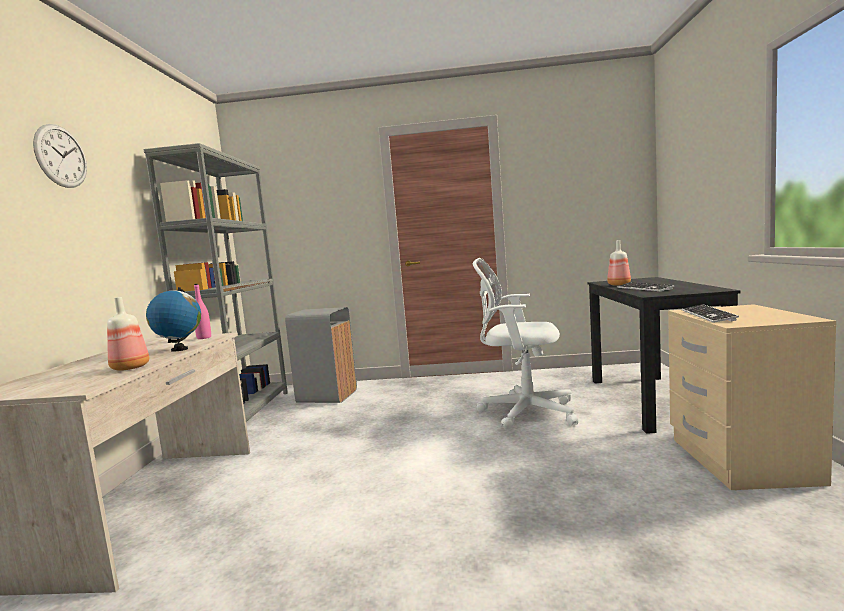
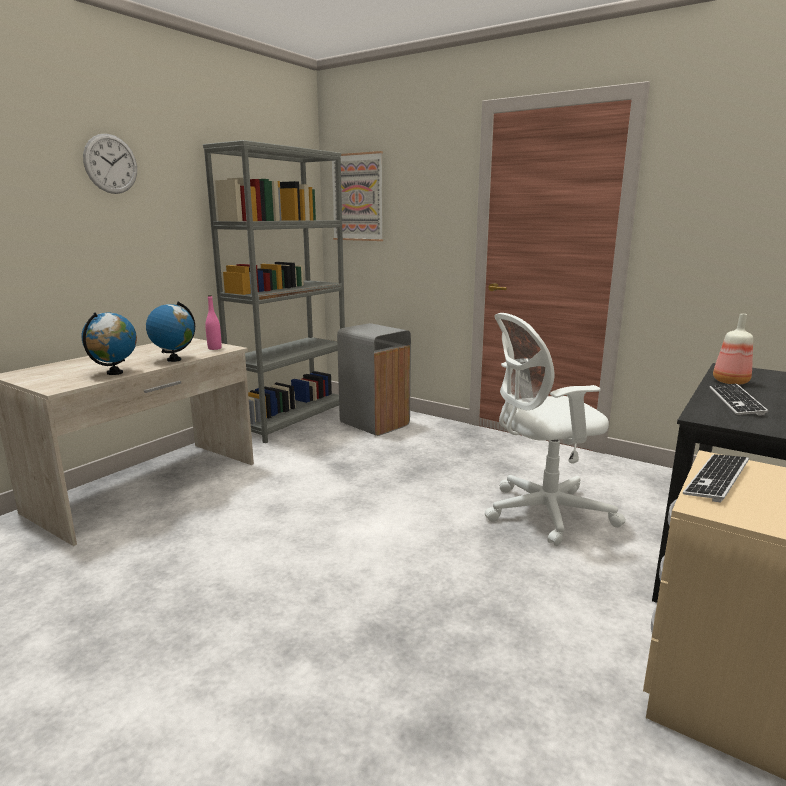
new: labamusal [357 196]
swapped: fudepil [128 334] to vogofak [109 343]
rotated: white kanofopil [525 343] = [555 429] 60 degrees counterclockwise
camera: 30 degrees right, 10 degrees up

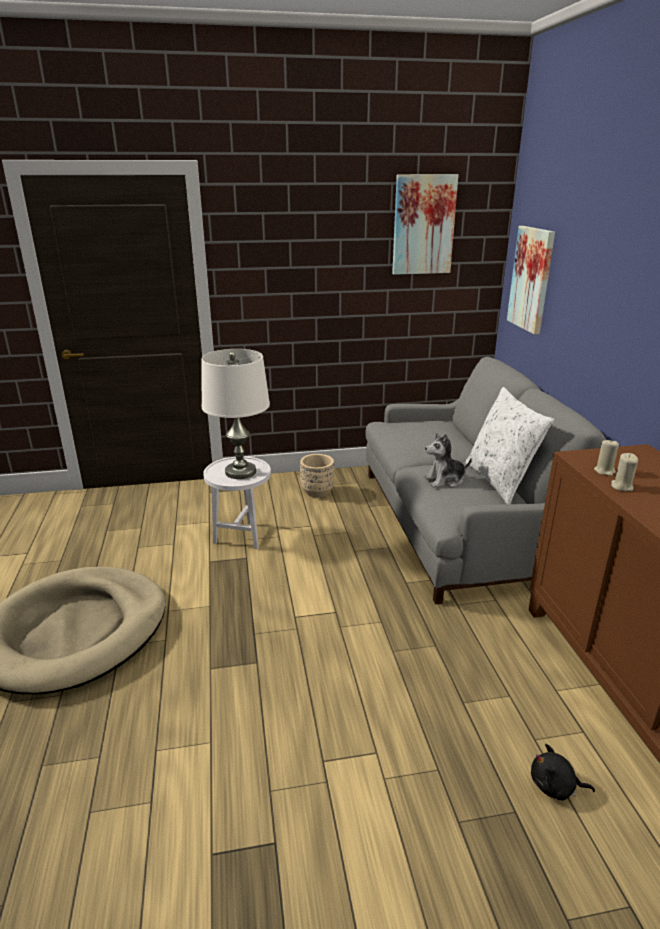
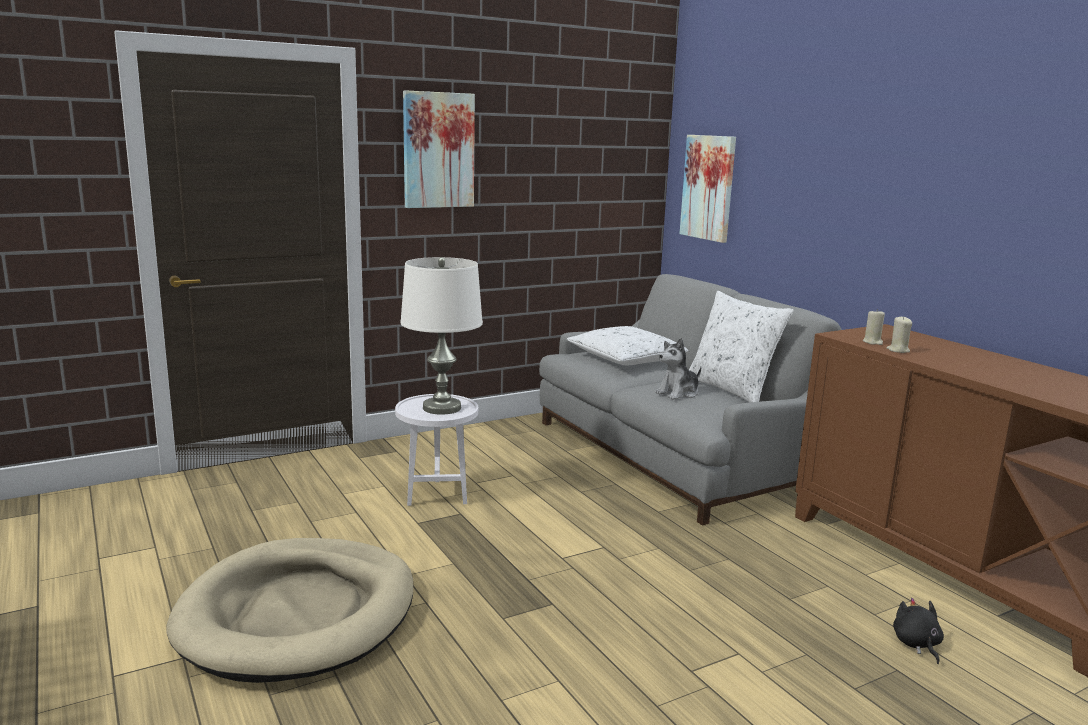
gone: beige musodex [317 476]
new: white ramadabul [627 345]
shifted: labamusal [425 224] to [439 149]
rotated: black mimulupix [563 772] = [918 631] 90 degrees clockwise
camera: 20 degrees left, 10 degrees down

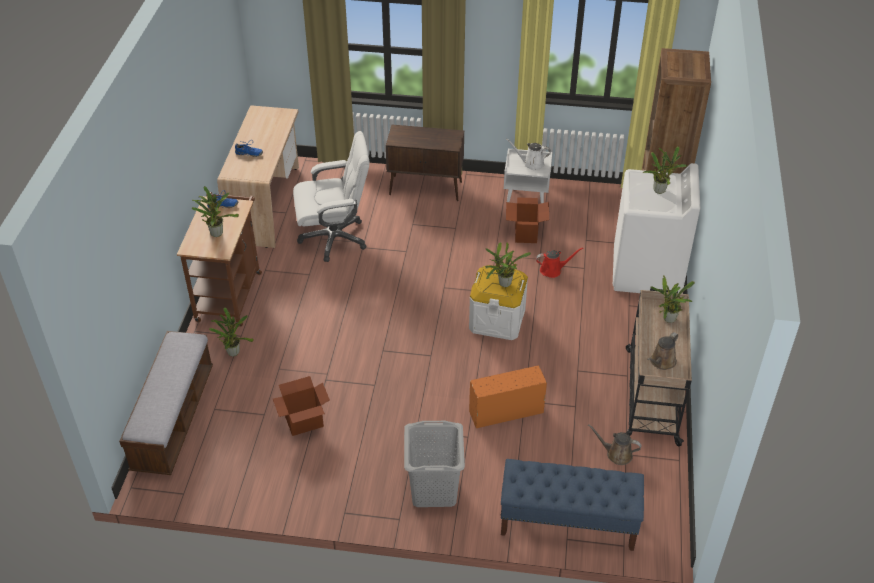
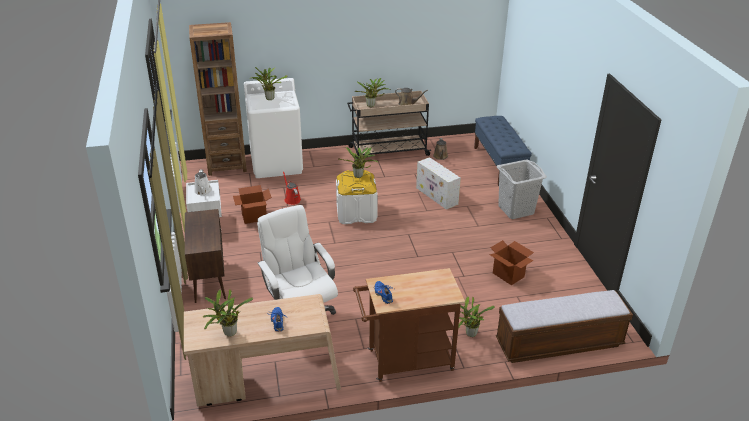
shifted: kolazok [215 211] to [228 313]
repainted: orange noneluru [508 397] to white noneluru [438 183]
camera: 110 degrees left, 10 degrees down

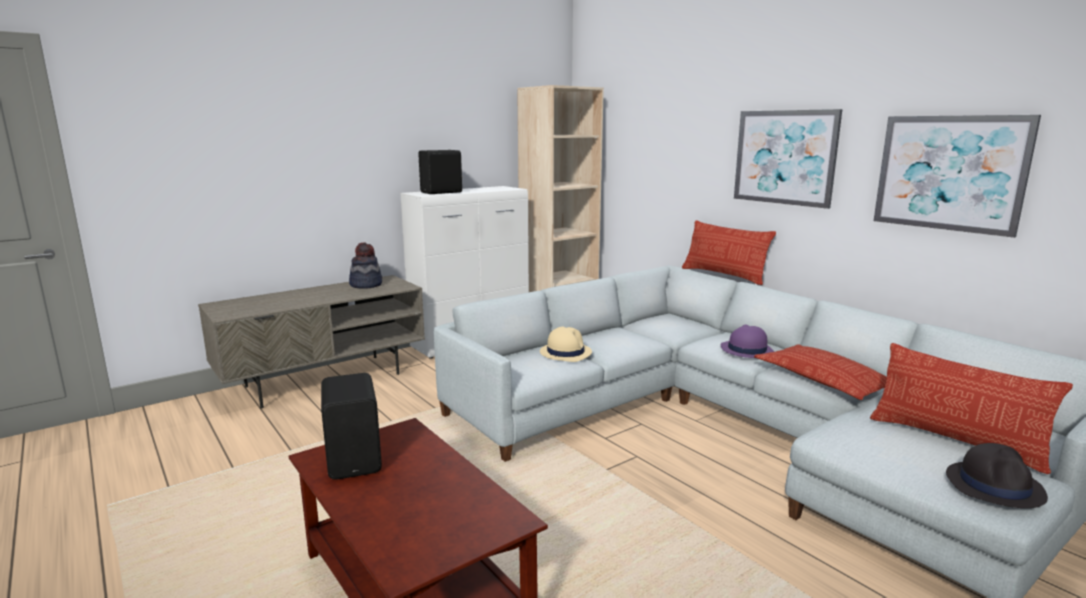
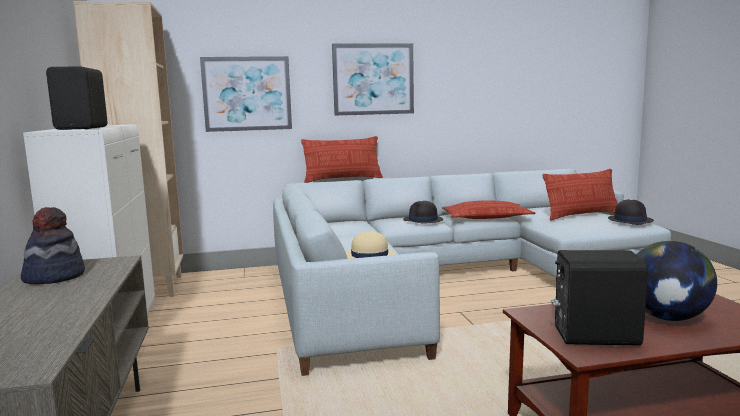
new: vogofak [676 281]
shifted: labamusal [957 176] to [246 94]
repainted: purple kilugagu [748 341] to black kilugagu [423 212]
camera: 65 degrees left, 5 degrees down

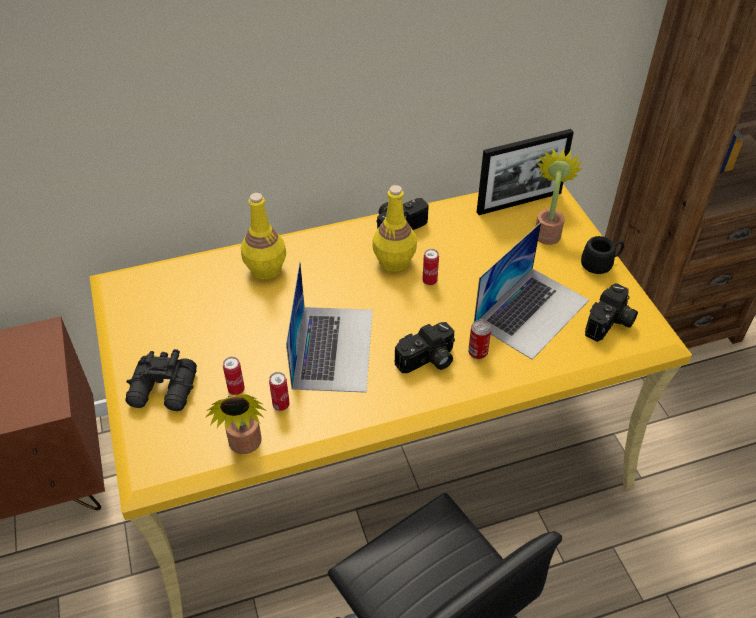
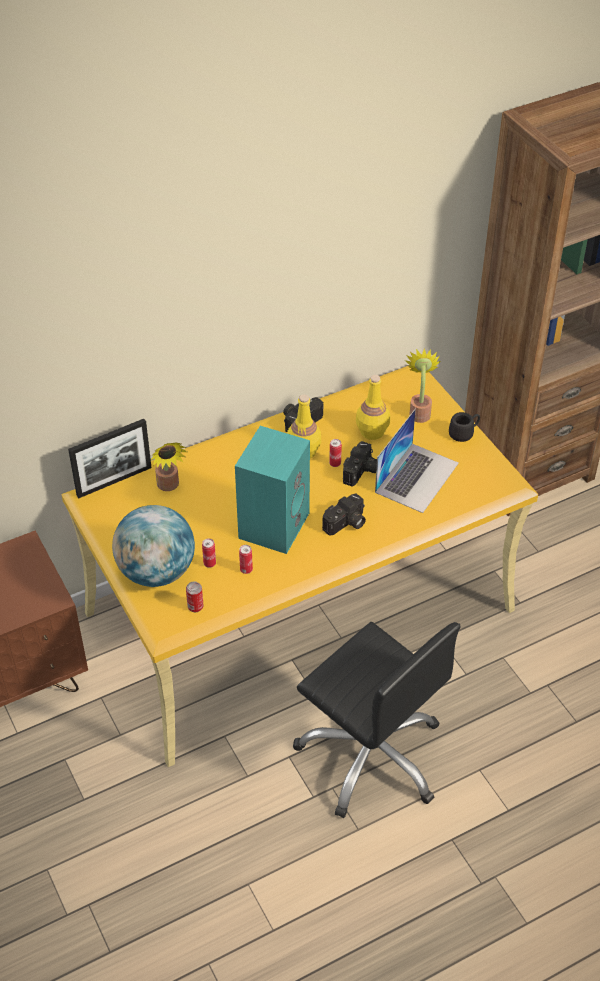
shifted: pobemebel [525 172] to [110 458]; yellow fudepil [263 236] to [373 407]; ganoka [611 312] to [360 464]; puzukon [479 339] to [194 596]; kolazok [235 424] to [169 466]
swapped: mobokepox [329 327] to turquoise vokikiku [272 490]; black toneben [161 380] to vogofak [153 546]
camera: 10 degrees left, 0 degrees up

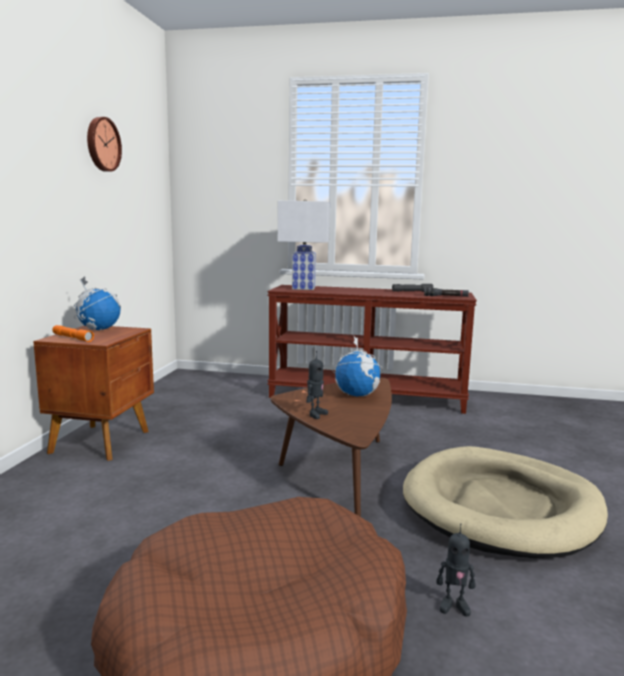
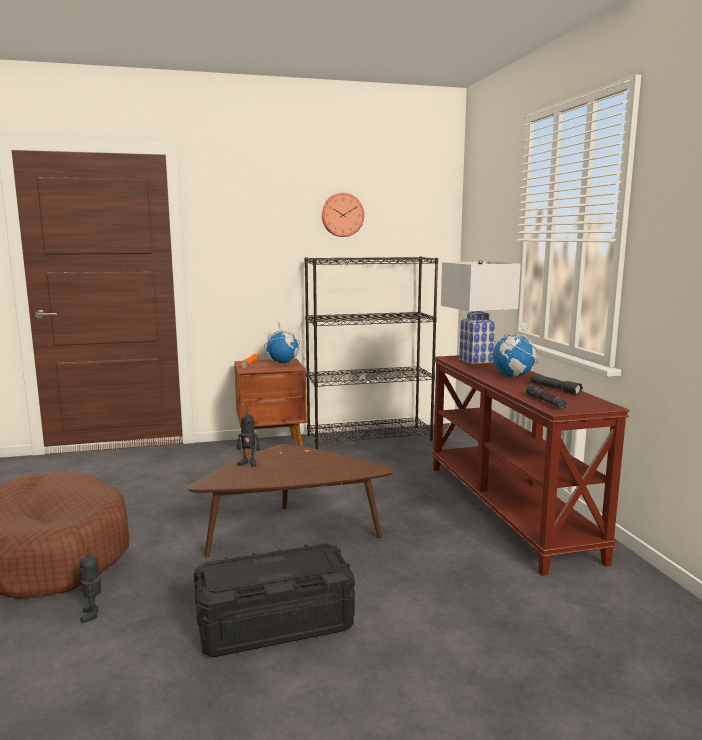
new: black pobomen [371 352]
shifted: vogofak [357 366] to [515 349]
swapped: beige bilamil [505 502] to black noneluru [274 600]
camera: 65 degrees right, 0 degrees up

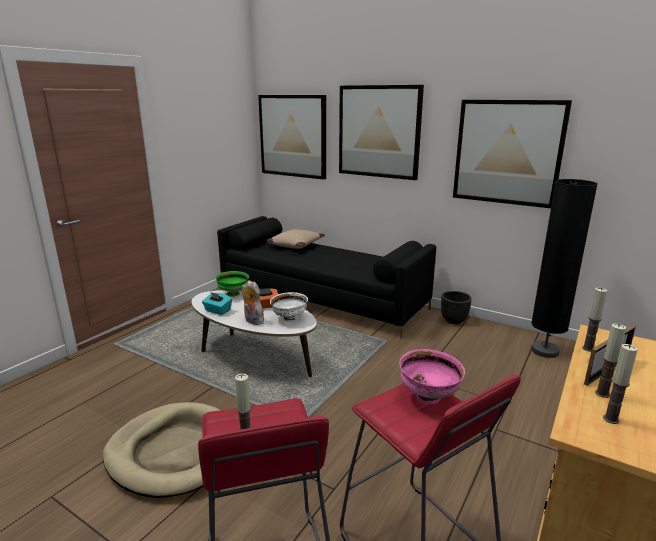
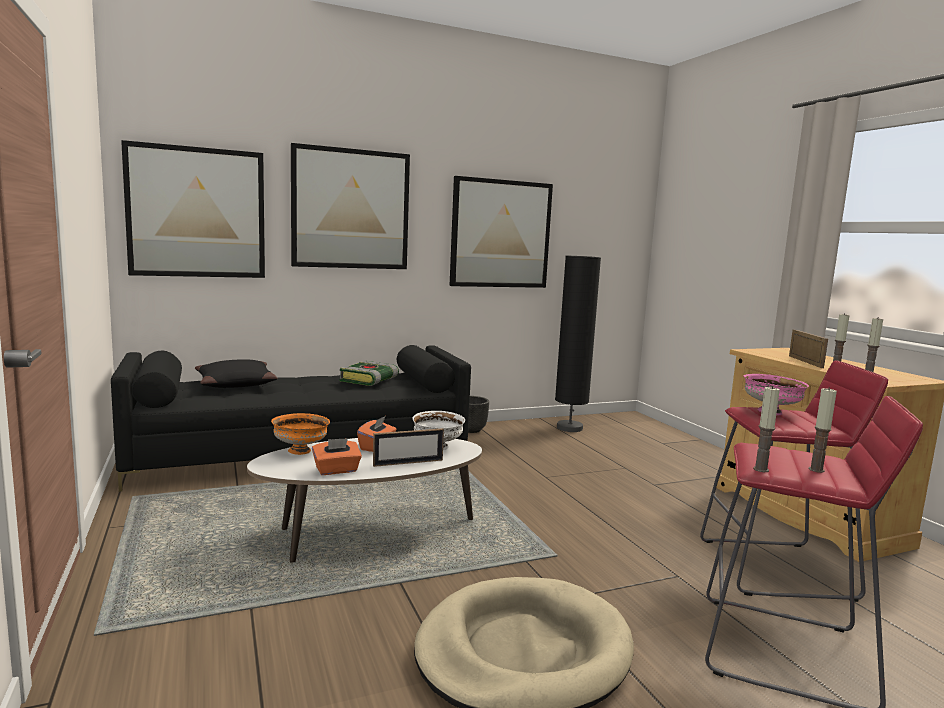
new: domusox [369 373]
shifted: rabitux [594 320] to [766 429]
swapped: mimulupix [253 302] to pobemebel [408 447]
repainted: beige ramadabul [295 239] to black ramadabul [236 373]; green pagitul [232 284] to orange pagitul [300 434]; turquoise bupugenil [217 303] to orange bupugenil [337 456]
camera: 55 degrees left, 10 degrees down

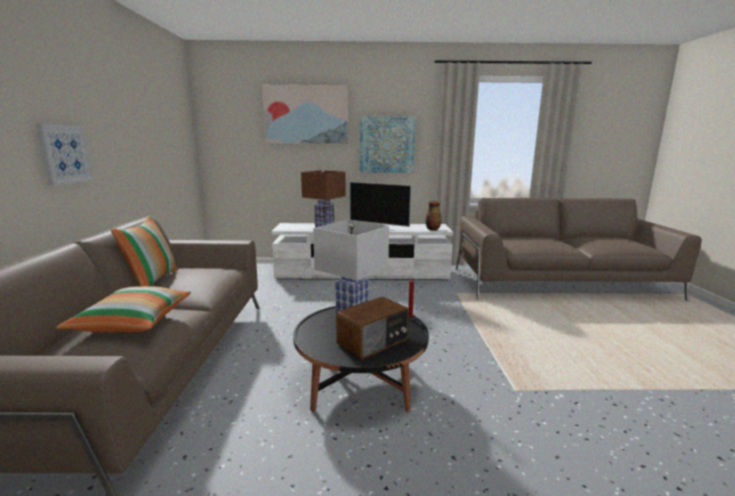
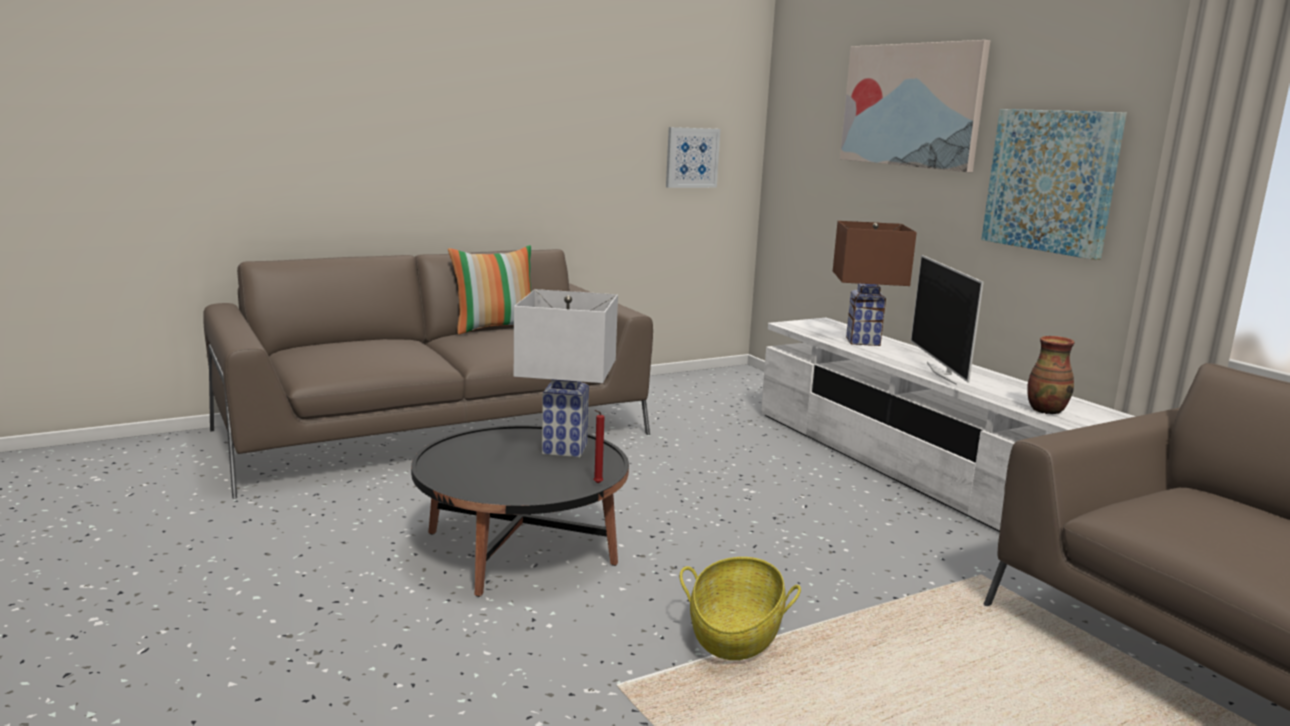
gone: ramadabul [123 309]; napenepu [372 328]
new: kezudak [740 608]
shifted: labamusal [64 155] to [693 157]
camera: 60 degrees right, 0 degrees up

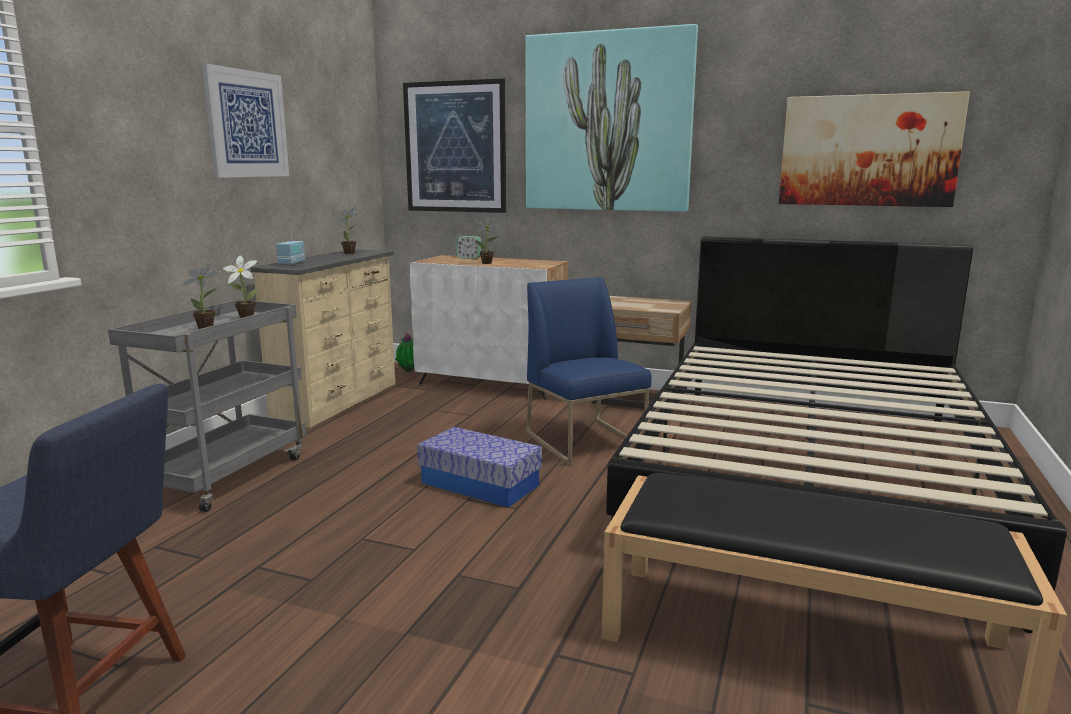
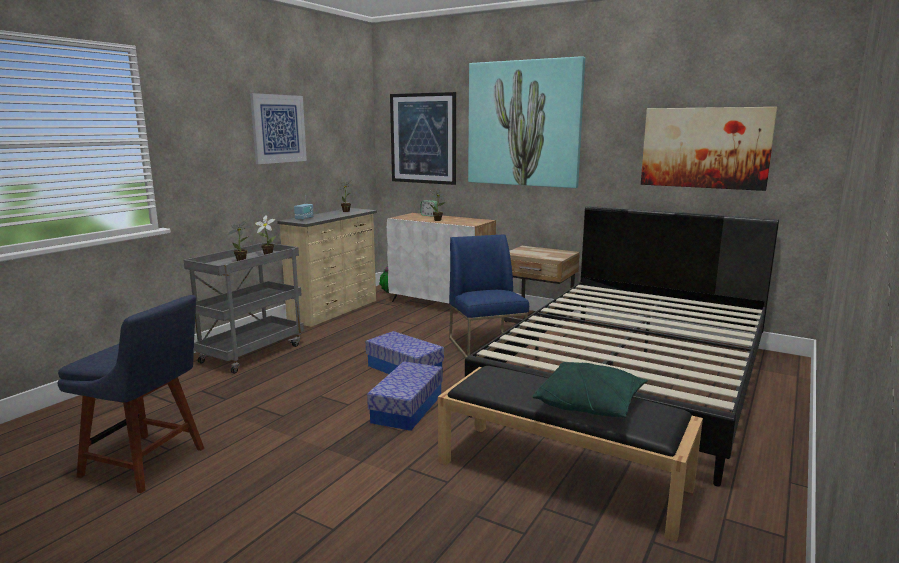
new: noneluru [405 396]; green ramadabul [590 390]
camera: 10 degrees right, 0 degrees up

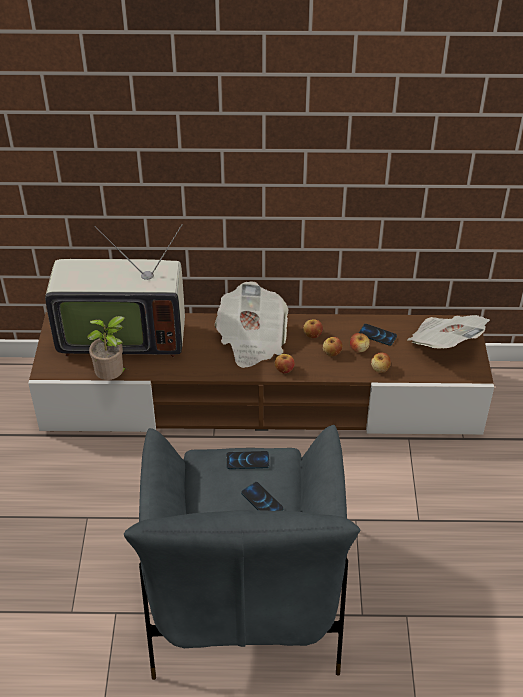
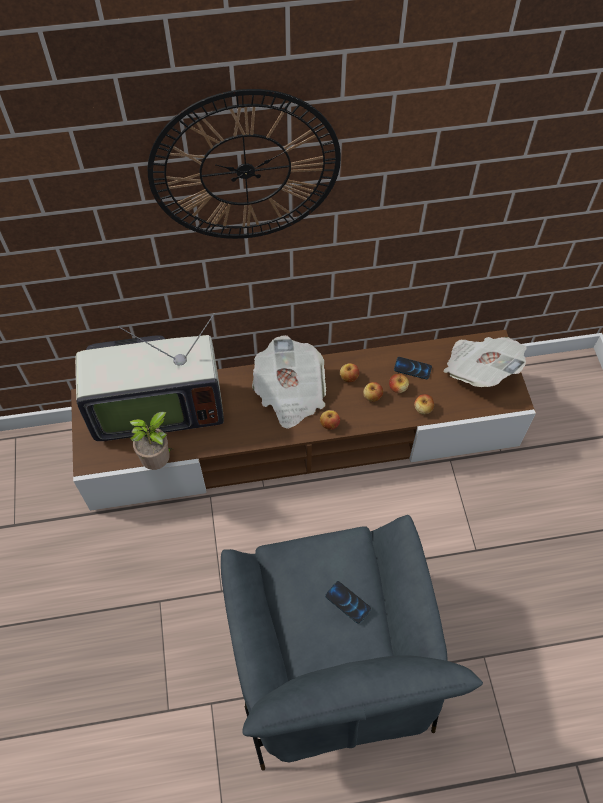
gone: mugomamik [247 460]
new: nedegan [244 164]
camera: 10 degrees left, 15 degrees up

